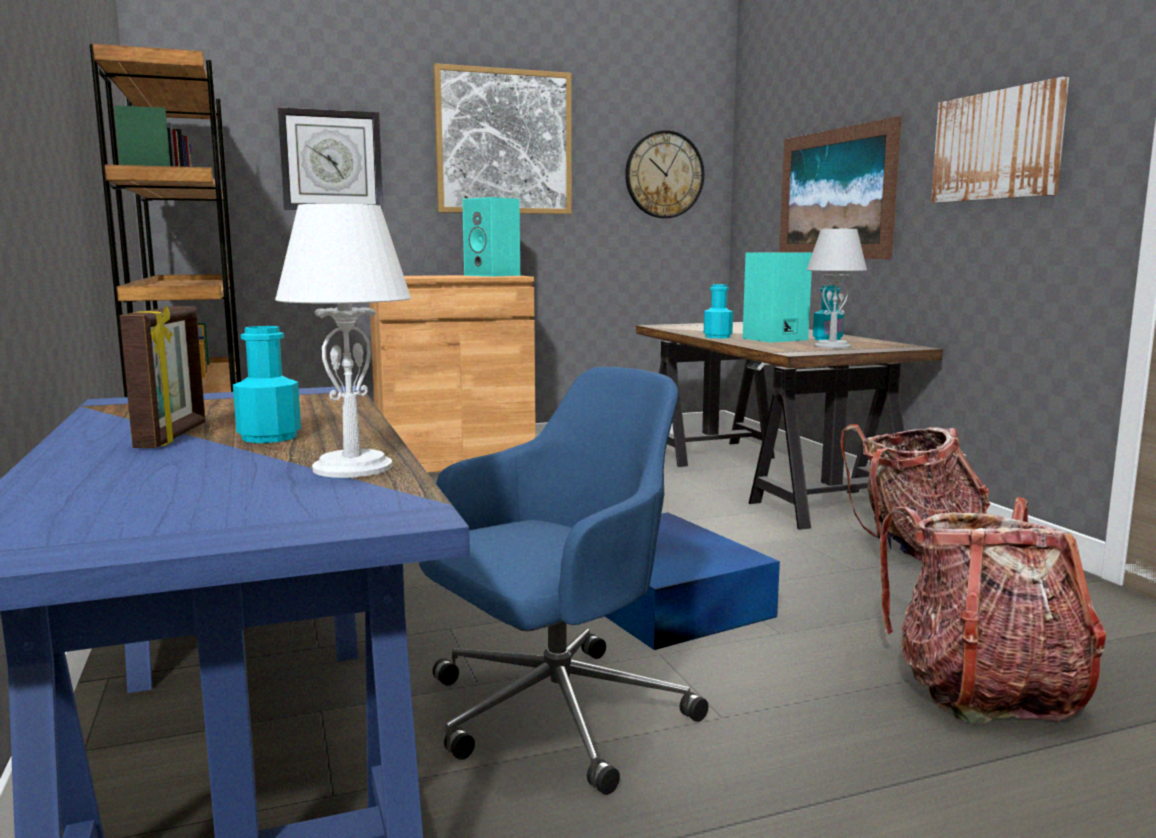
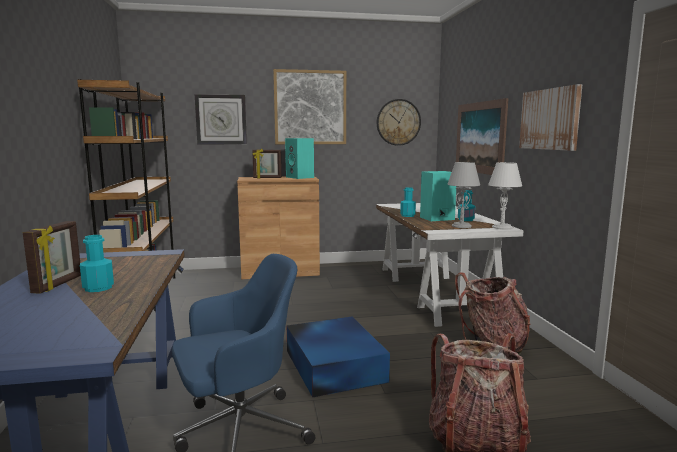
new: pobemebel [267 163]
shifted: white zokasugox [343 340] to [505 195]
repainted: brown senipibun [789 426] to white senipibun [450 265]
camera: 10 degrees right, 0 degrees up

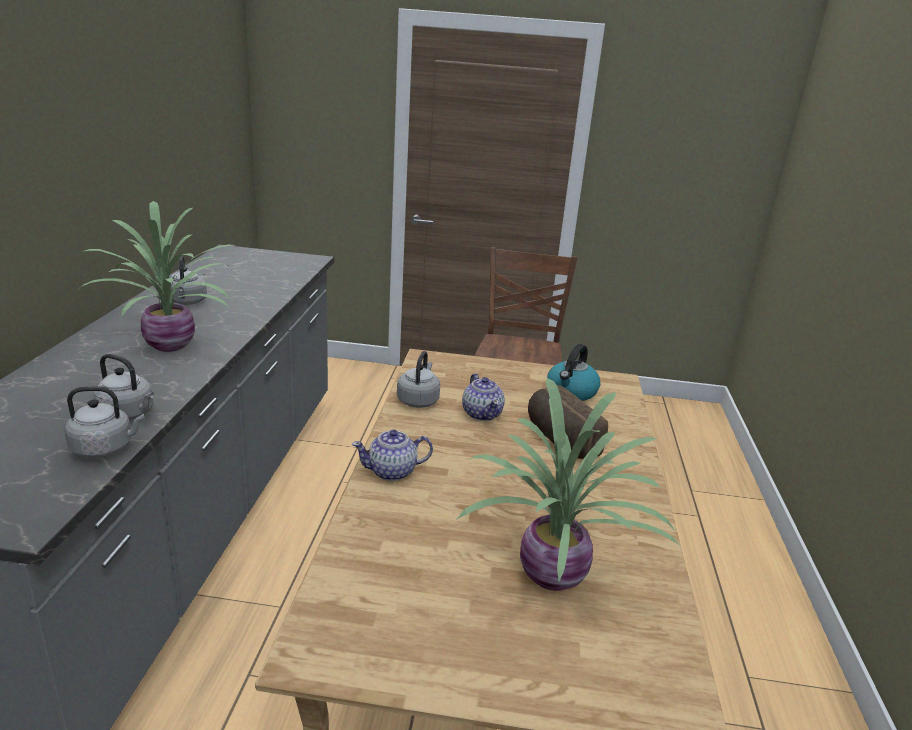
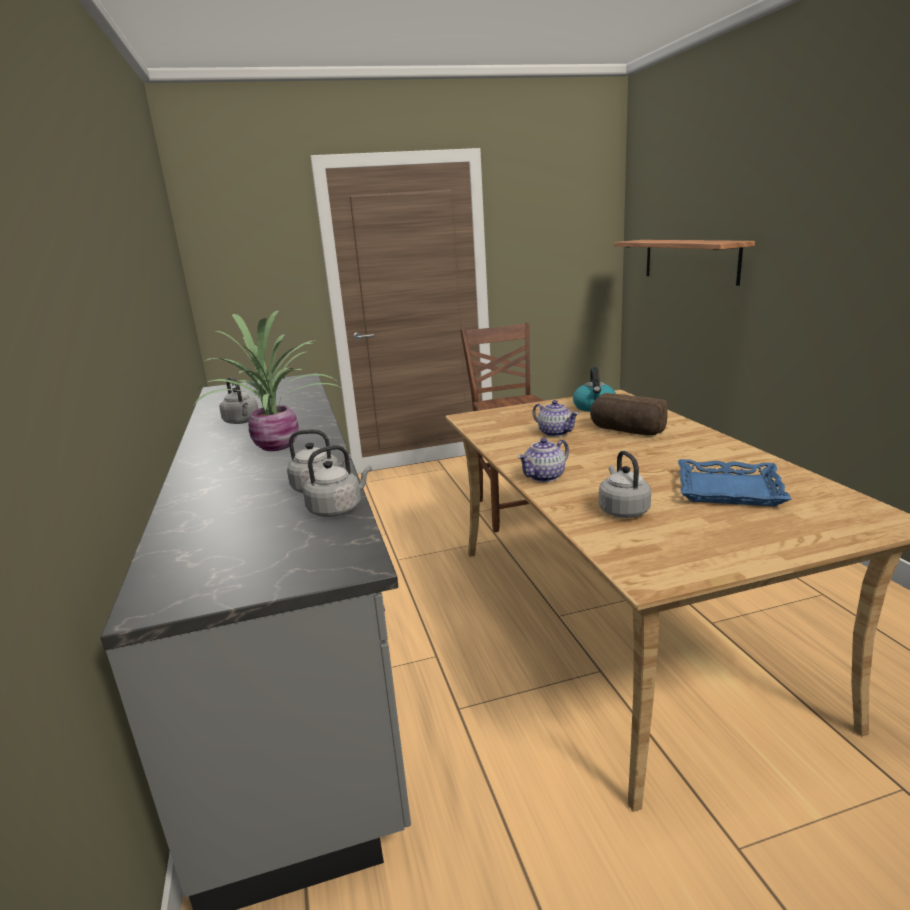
new: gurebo [684 263]
shifted: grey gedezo [418 379] to [625 484]
swapped: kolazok [567 484] to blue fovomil [735 482]
camera: 20 degrees left, 5 degrees down

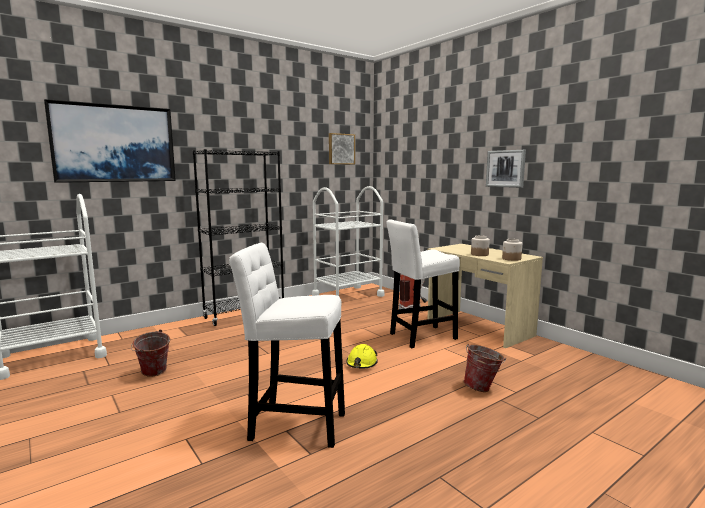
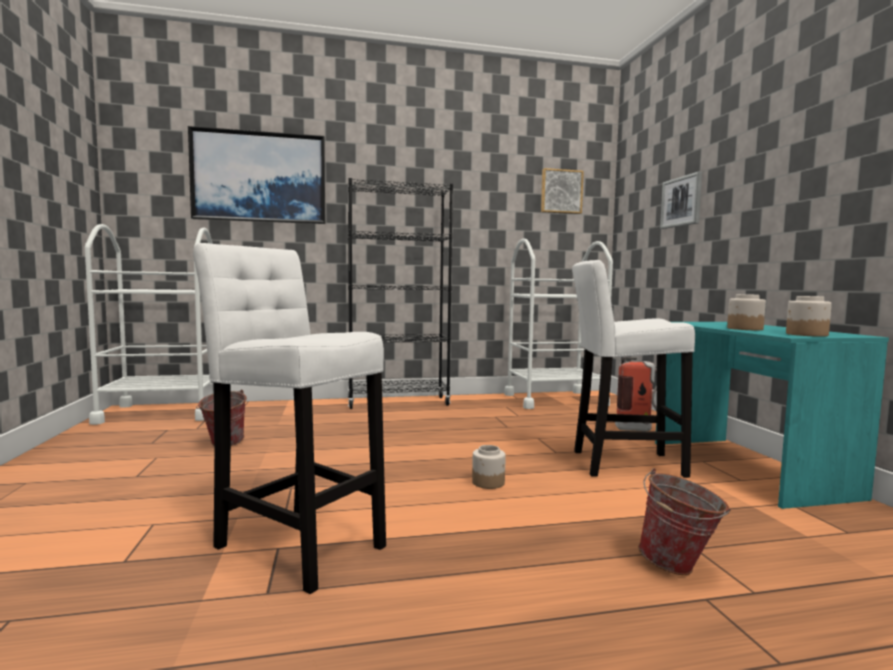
shifted: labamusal [506 169] to [681 200]
swapped: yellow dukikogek [362 356] to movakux [489 467]
repainted: beige senipibun [485 296] to turquoise senipibun [772 415]
camera: 25 degrees right, 5 degrees down

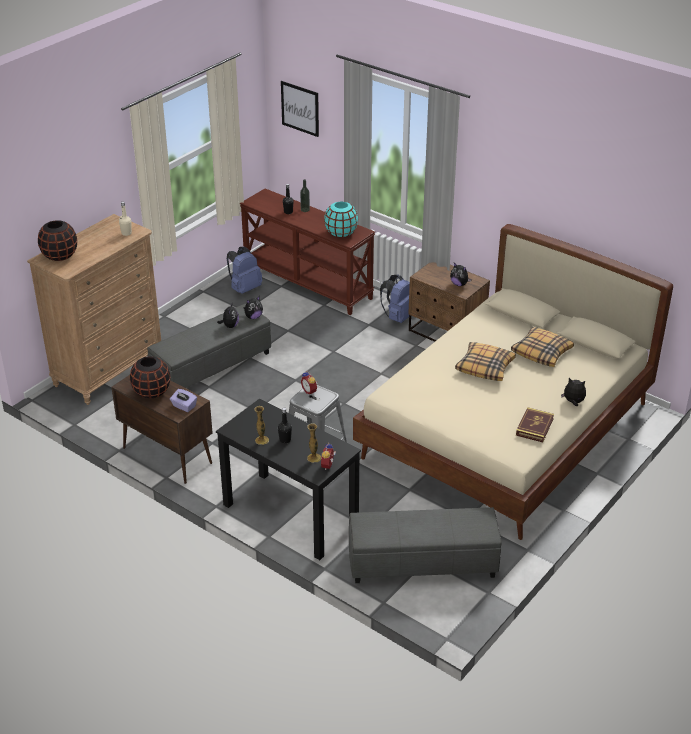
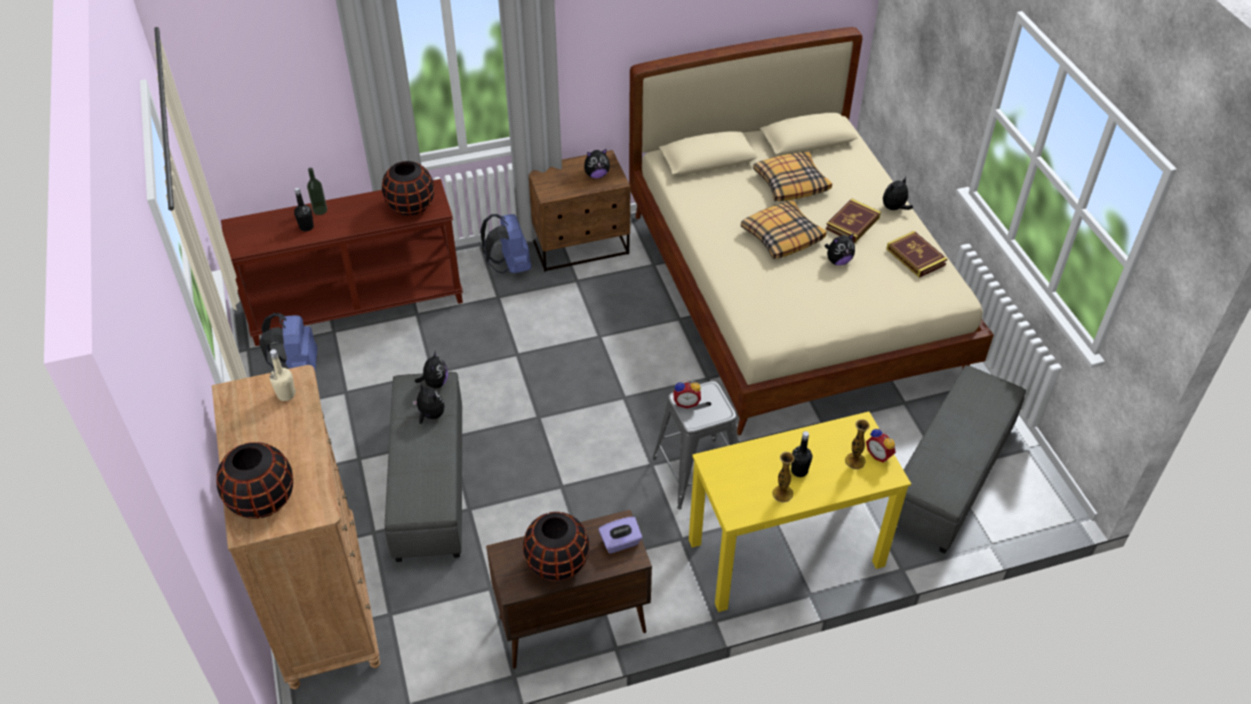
gone: labamusal [300 109]
new: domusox [853 220]; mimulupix [840 249]
repainted: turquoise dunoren [341 219] to black dunoren [408 188]; black senipibun [288 479] to yellow senipibun [800 511]
camera: 55 degrees left, 10 degrees up

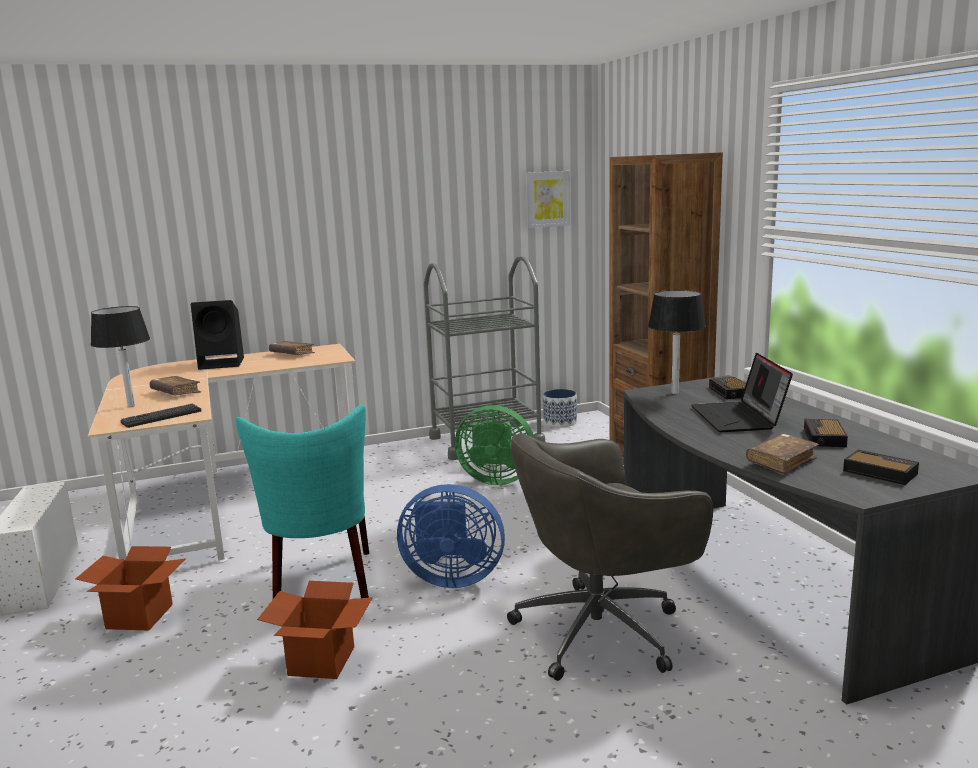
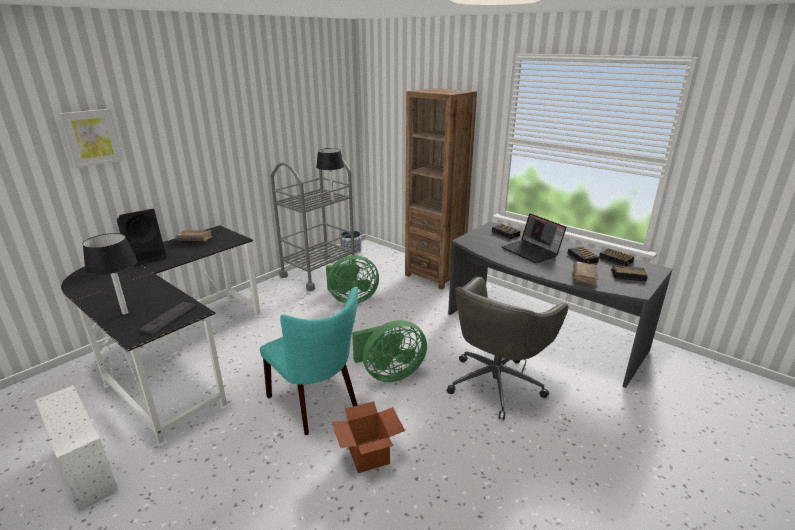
gone: brown domusox [175 385]; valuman [130 588]
new: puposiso [616 257]
shifted: labamusal [547 199] to [91 138]; black zokasugox [677 342] to [330 174]
repainted: beige senipibun [221 453] to black senipibun [161 336]; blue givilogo [451 536] to green givilogo [389 351]
camera: 30 degrees left, 10 degrees up

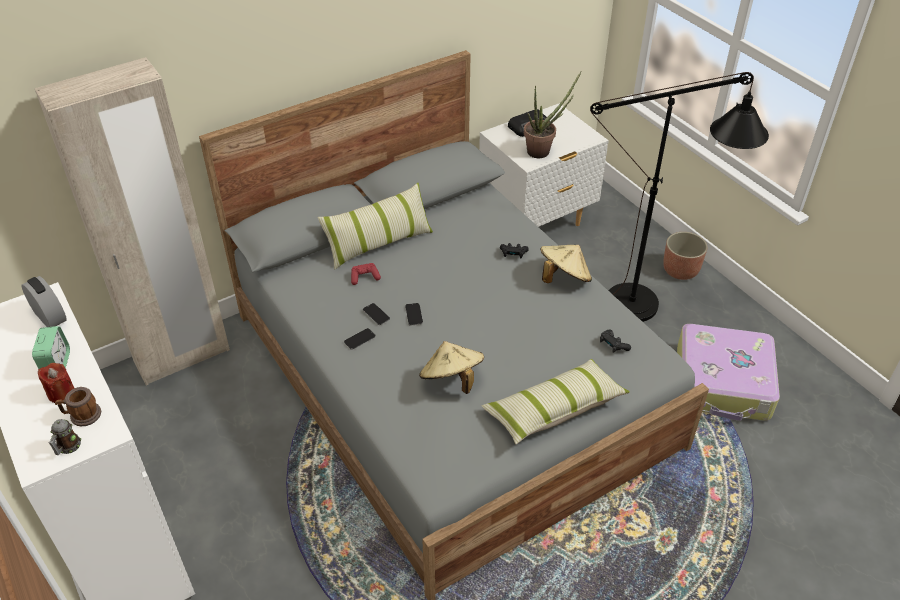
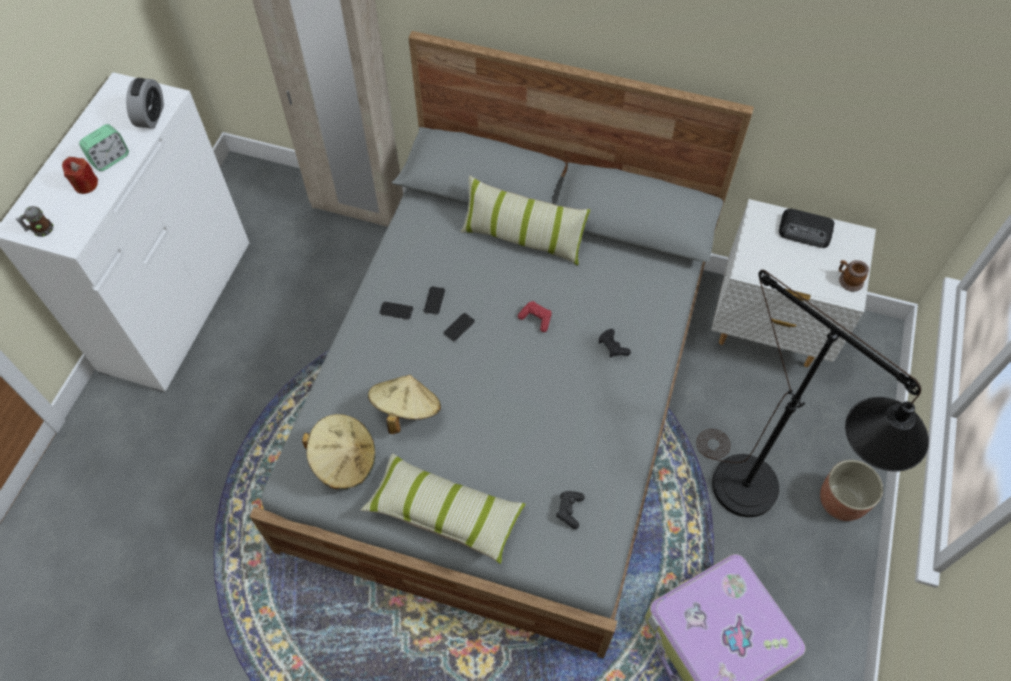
gone: kolazok [552 115]
shifted: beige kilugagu [566 264] to [339 452]; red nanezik [366 274] to [535 316]; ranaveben [78 406] to [854 276]
camera: 50 degrees right, 15 degrees up

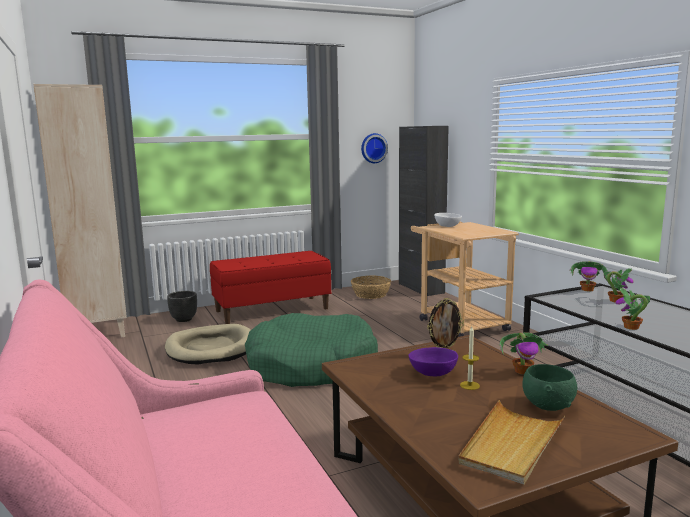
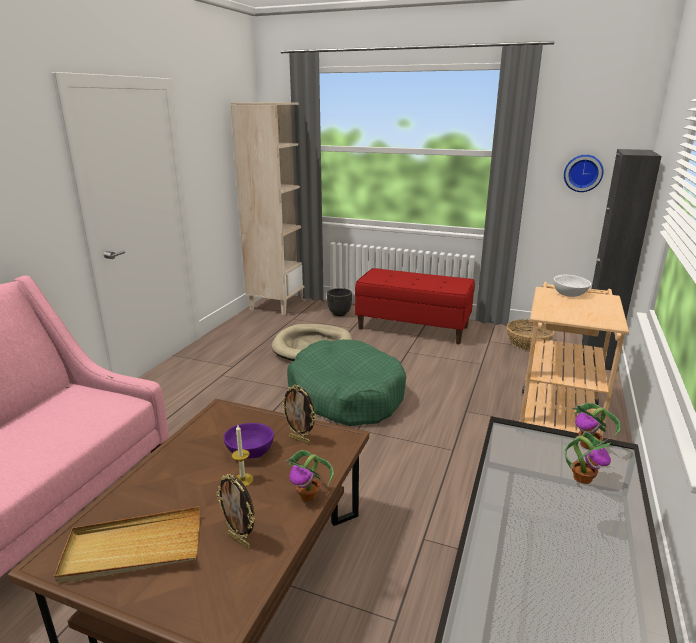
gone: kolazok [632 309]
swapped: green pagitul [549 387] to pobemebel [235 511]
camera: 45 degrees right, 10 degrees up

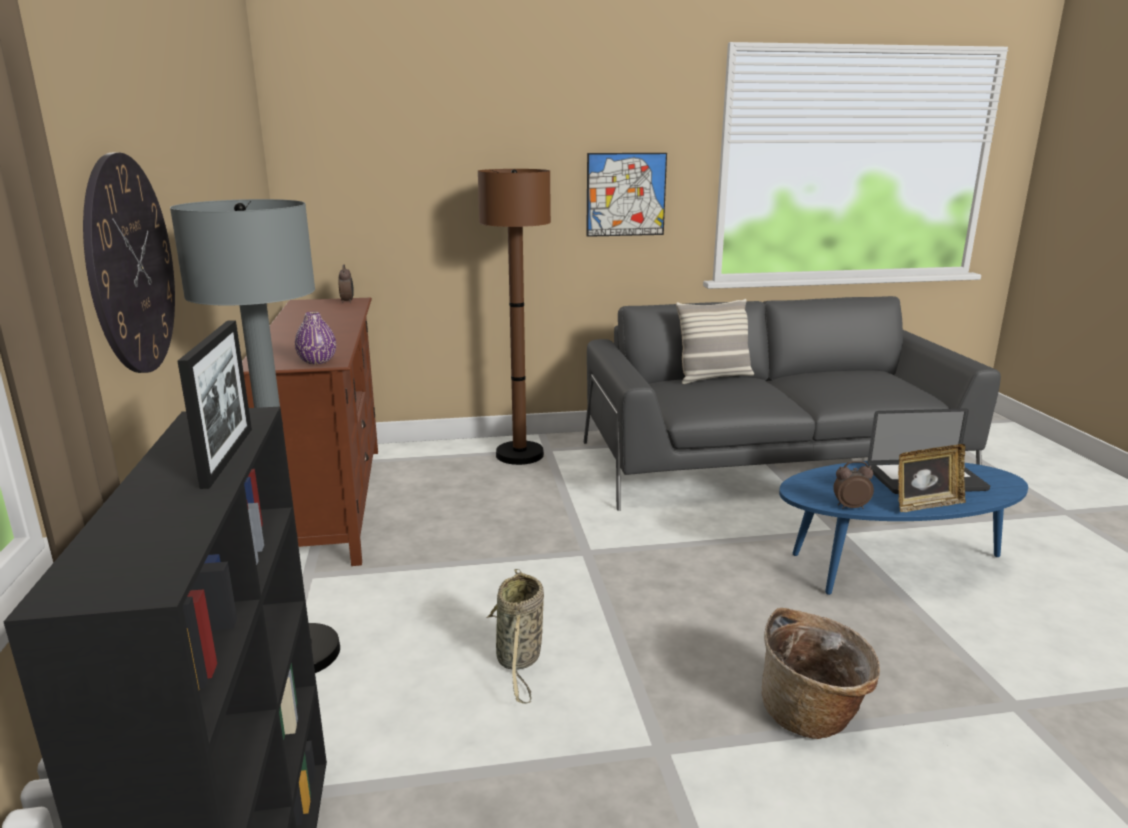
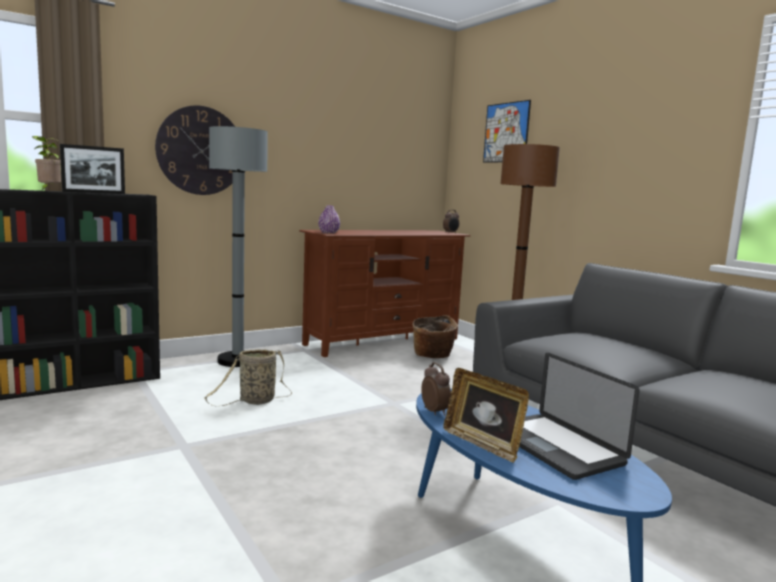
gone: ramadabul [715 341]
new: kolazok [47 163]
shifted: labamusal [626 195] to [507 131]; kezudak [821 673] to [435 336]
camera: 65 degrees right, 10 degrees down

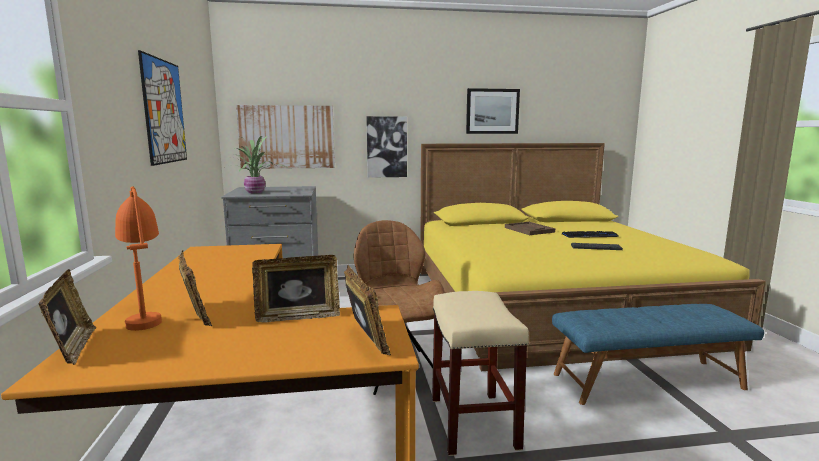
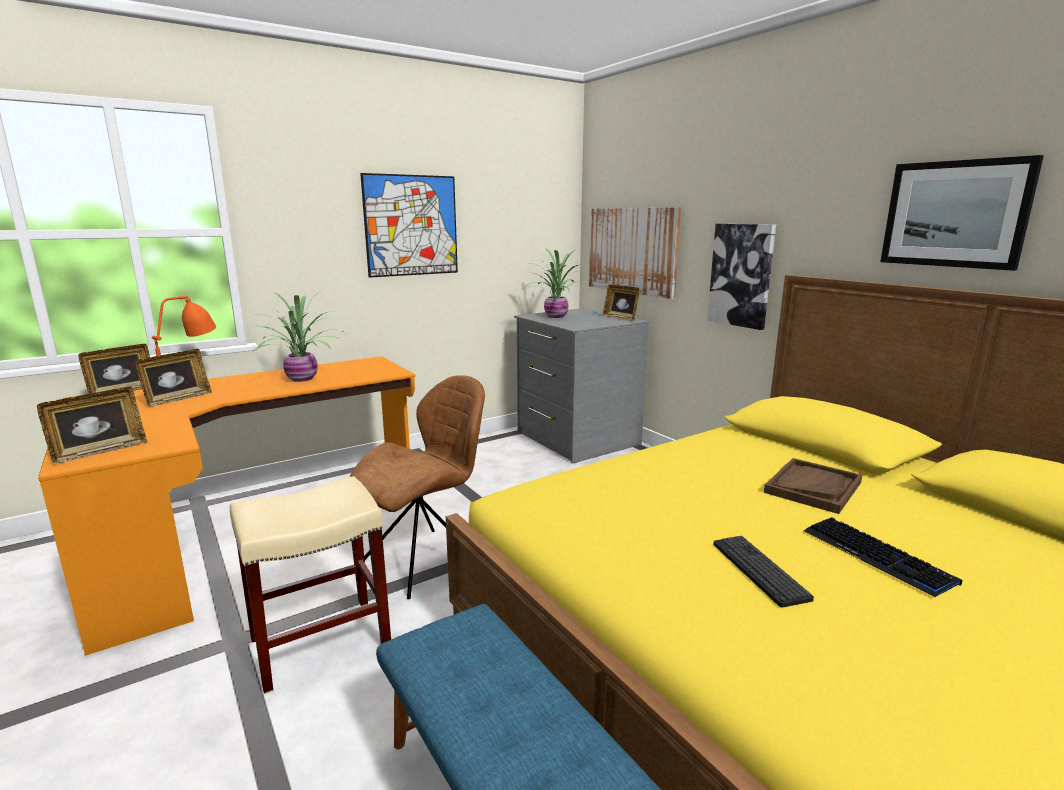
new: kolazok [299 337]
shifted: pobemebel [296 289] to [621 303]
camera: 65 degrees right, 5 degrees up

